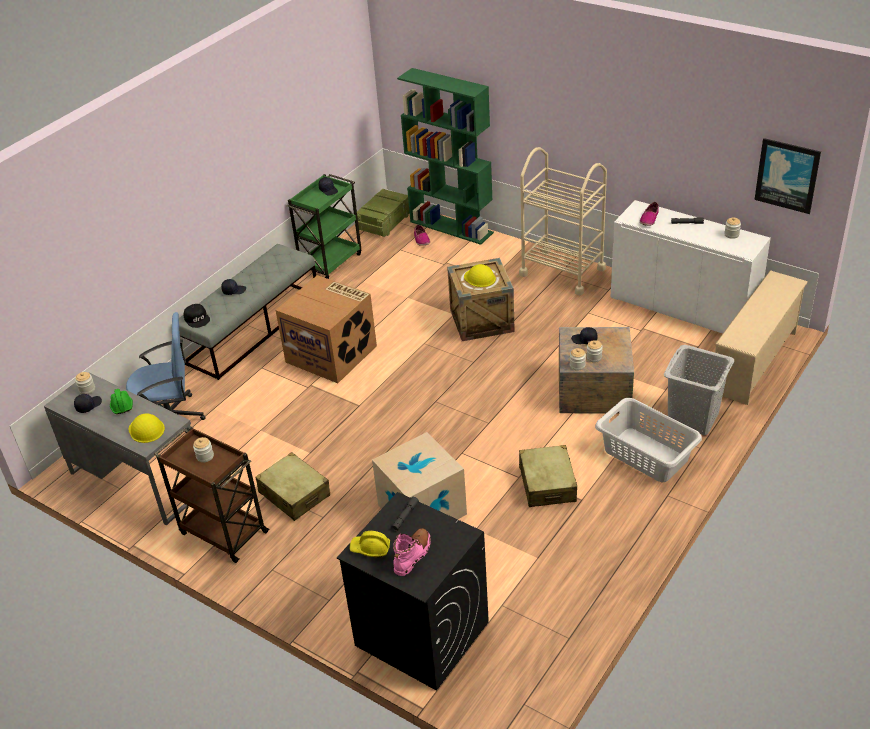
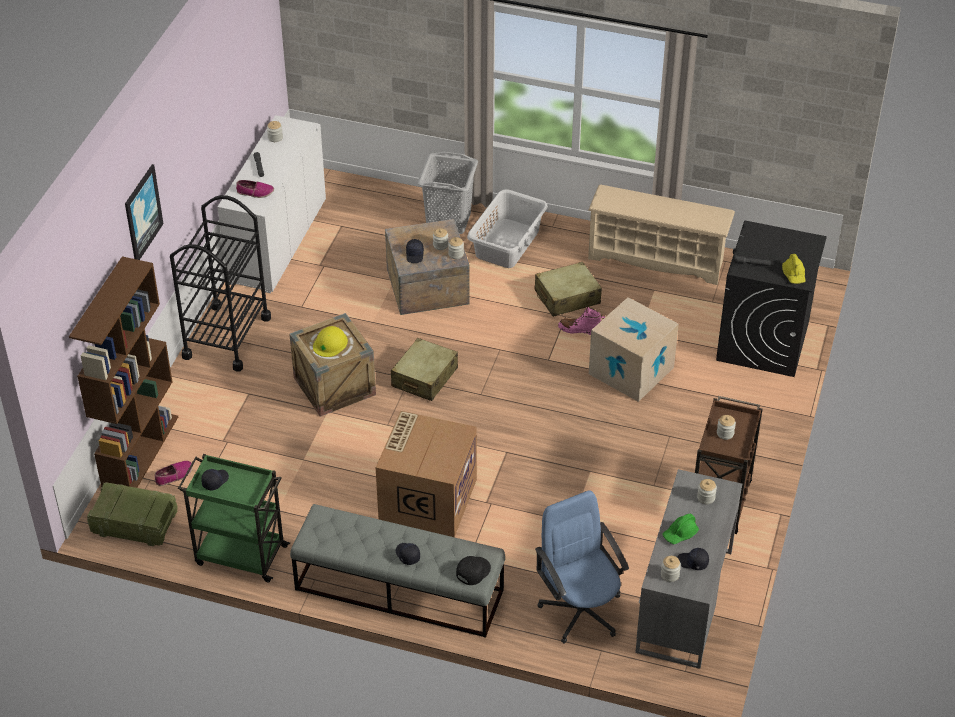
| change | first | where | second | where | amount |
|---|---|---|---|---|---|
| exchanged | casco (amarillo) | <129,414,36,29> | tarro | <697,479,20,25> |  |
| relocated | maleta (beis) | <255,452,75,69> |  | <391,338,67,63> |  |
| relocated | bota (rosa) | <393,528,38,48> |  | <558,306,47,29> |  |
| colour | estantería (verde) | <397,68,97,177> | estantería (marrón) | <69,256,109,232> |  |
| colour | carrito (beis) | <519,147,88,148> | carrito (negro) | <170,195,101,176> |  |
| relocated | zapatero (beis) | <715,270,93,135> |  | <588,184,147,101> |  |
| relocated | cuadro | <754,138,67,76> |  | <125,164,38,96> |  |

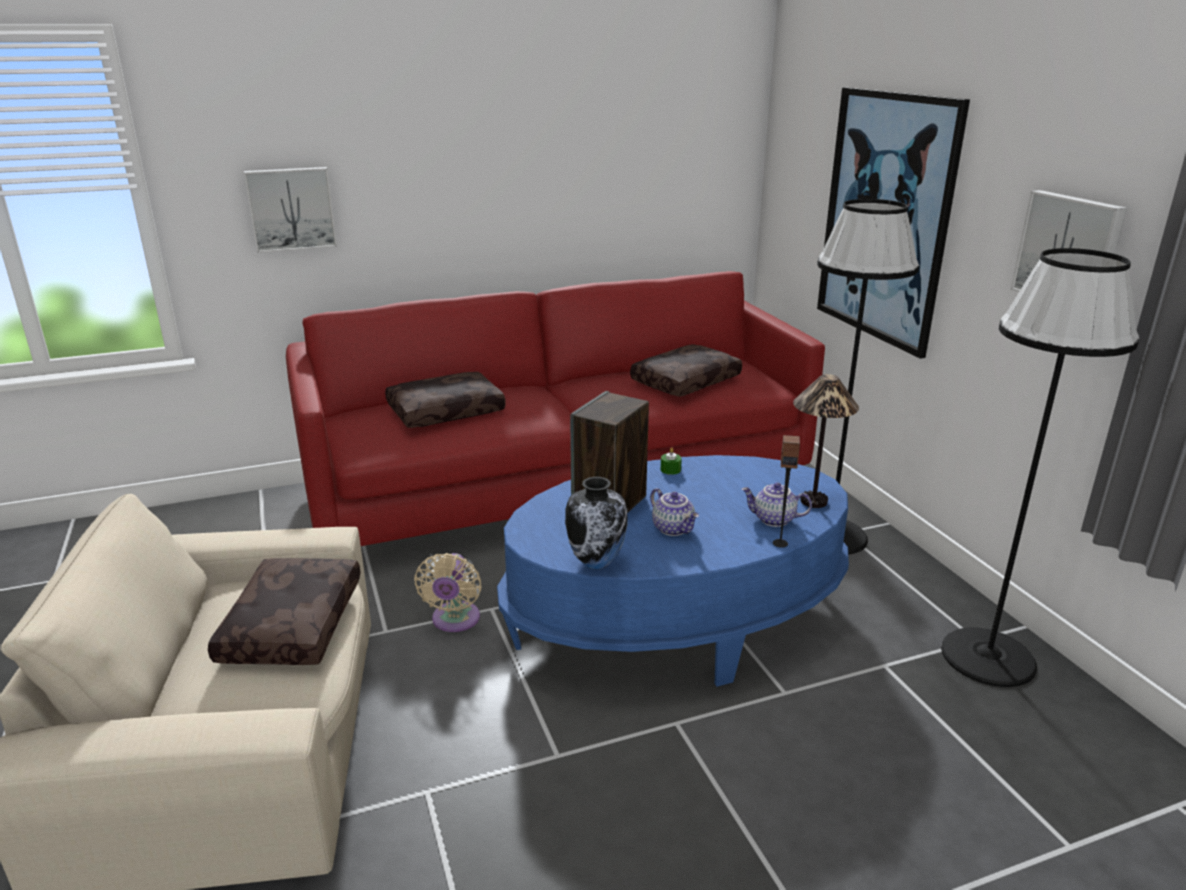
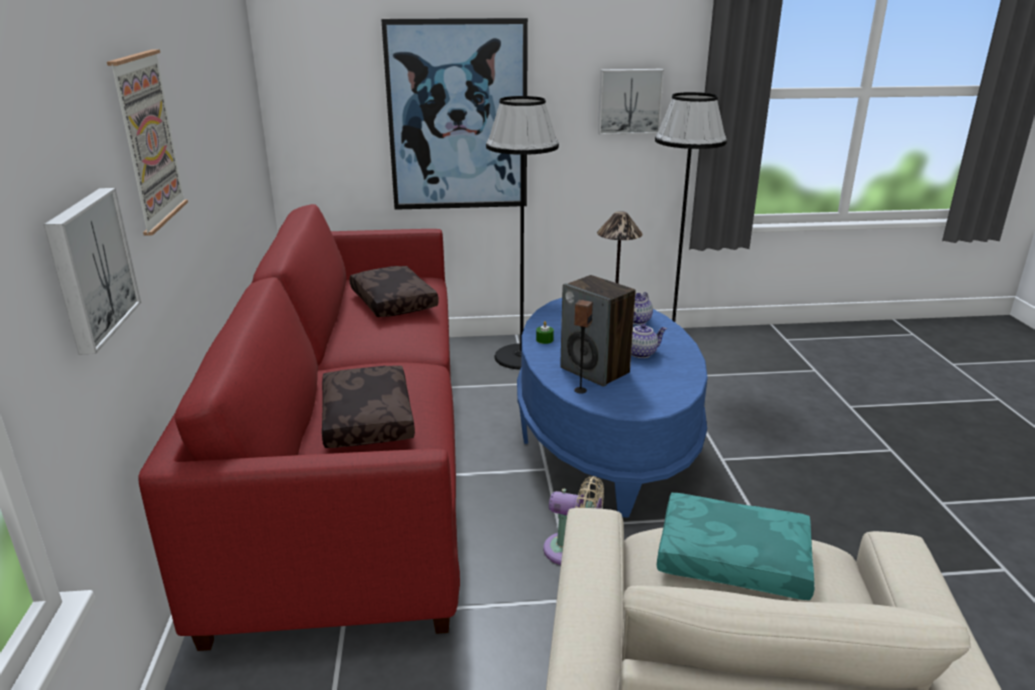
| change | first | where | second | where | amount |
|---|---|---|---|---|---|
| colour | cojín (marrón) | <208,558,152,107> | cojín (turquesa) | <657,493,158,107> |  |
| missing | florero | <565,477,63,92> |  |  |  |
| relocated | altavoz | <773,435,27,113> |  | <574,300,19,94> |  |
| appeared |  |  | cuadro | <107,49,81,187> |  |

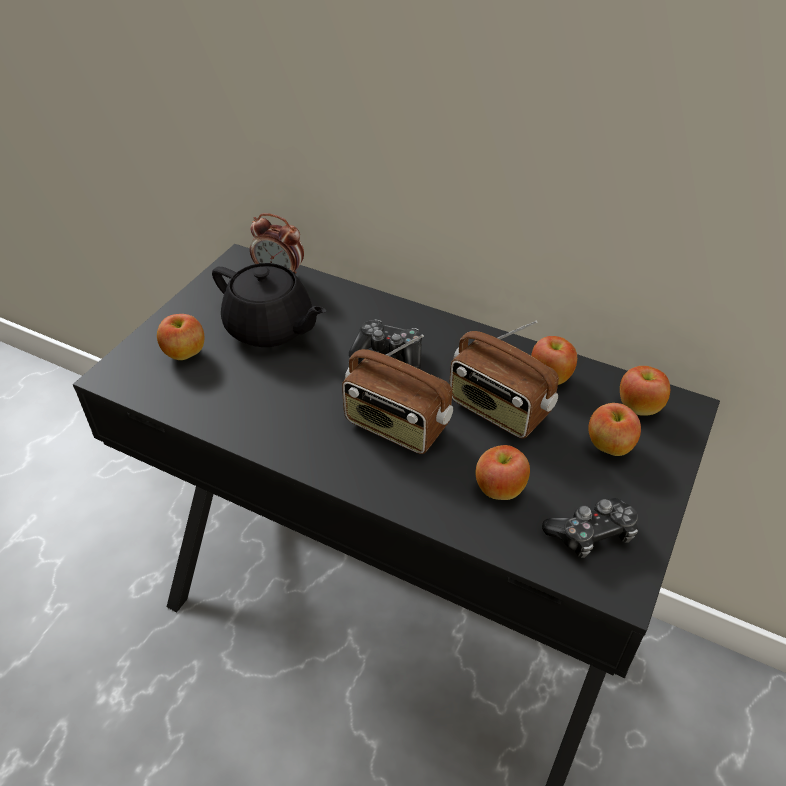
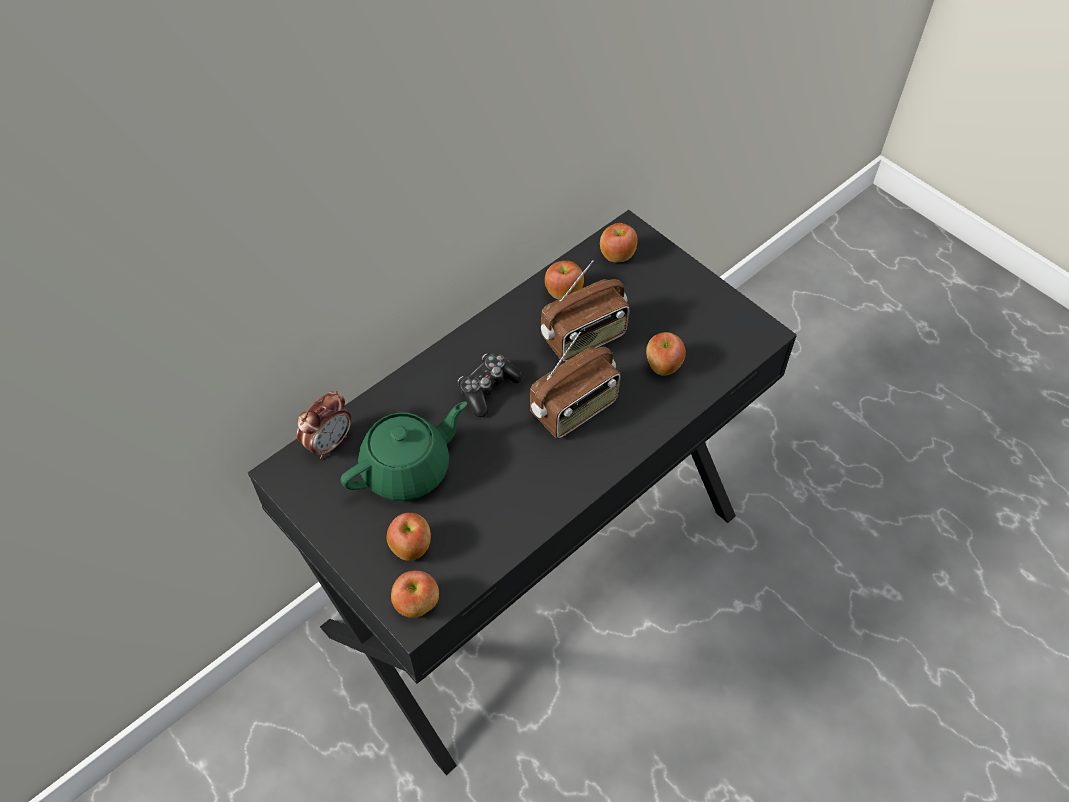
| change | first | where | second | where | amount |
|---|---|---|---|---|---|
| colour | tetera (negro) | <212,263,114,84> | tetera (verde) | <341,402,126,99> |  |
| missing | mando de consola | <542,498,96,60> |  |  |  |
| relocated | manzana | <588,403,53,53> |  | <391,570,48,48> |  |

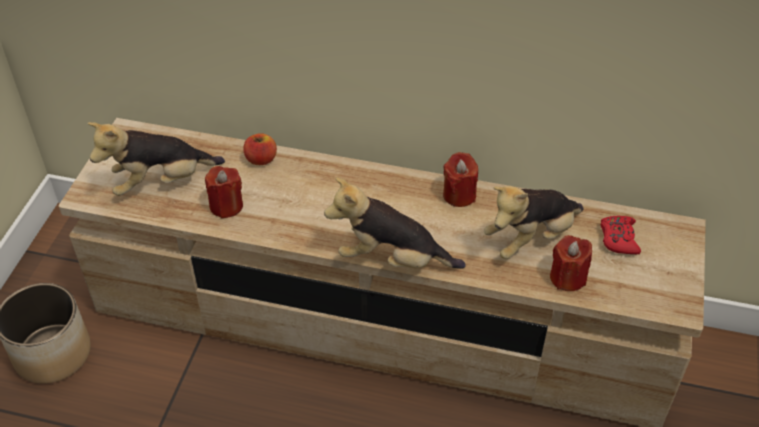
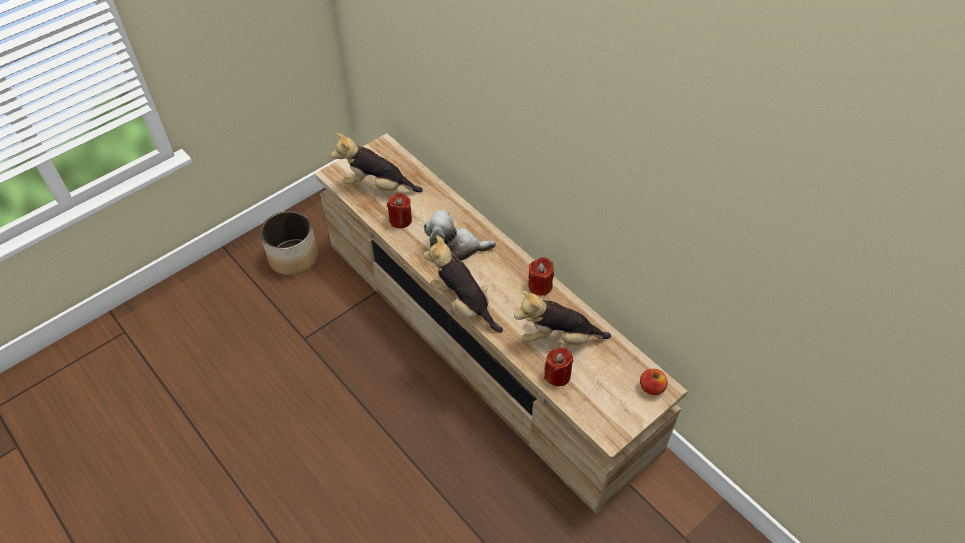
| change | first | where | second | where | amount |
|---|---|---|---|---|---|
| relocated | manzana | <243,133,34,32> |  | <640,369,28,26> |  |
| missing | mando de consola (rojo) | <601,216,40,38> |  |  |  |
| appeared |  |  | peluche | <424,210,72,51> |  |

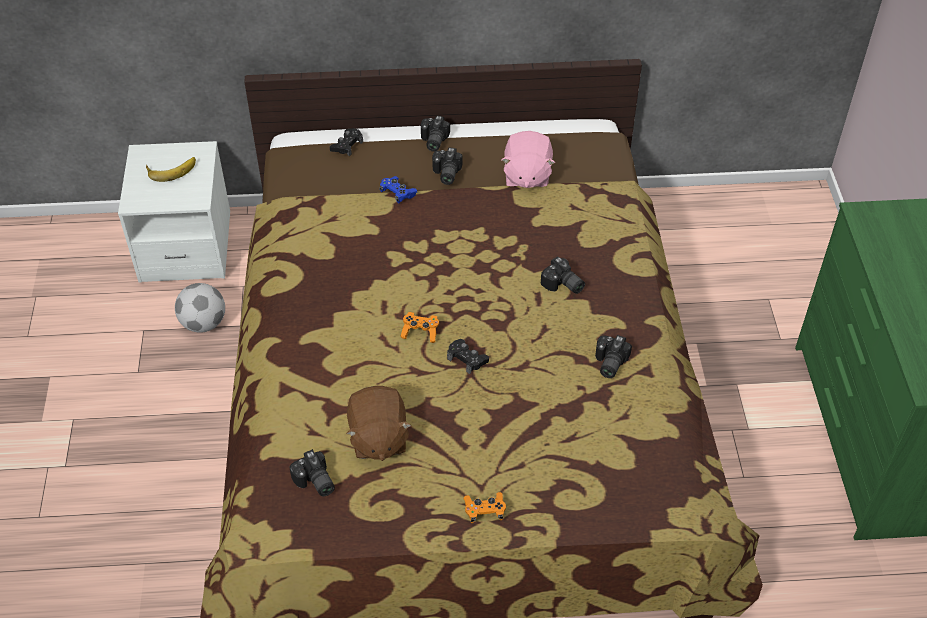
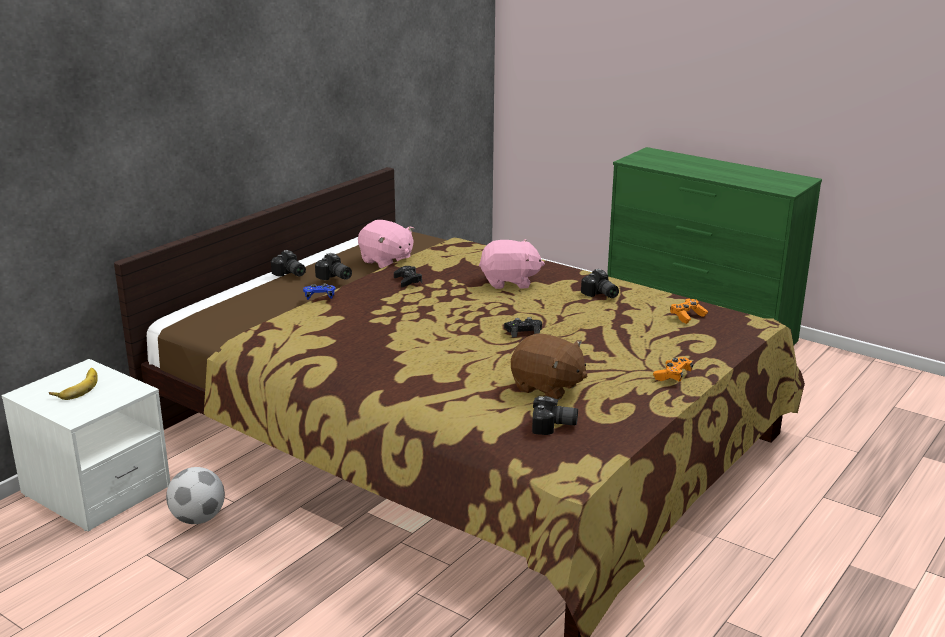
| change | first | where | second | where | amount |
|---|---|---|---|---|---|
| relocated | mando de consola (negro) | <330,128,33,29> |  | <394,266,28,21> |  |
| relocated | mando de consola (naranja) | <400,312,39,31> |  | <670,299,38,25> |  |
| exchanged | cámara | <541,256,44,38> | peluche (rosa) | <479,239,66,50> |  |

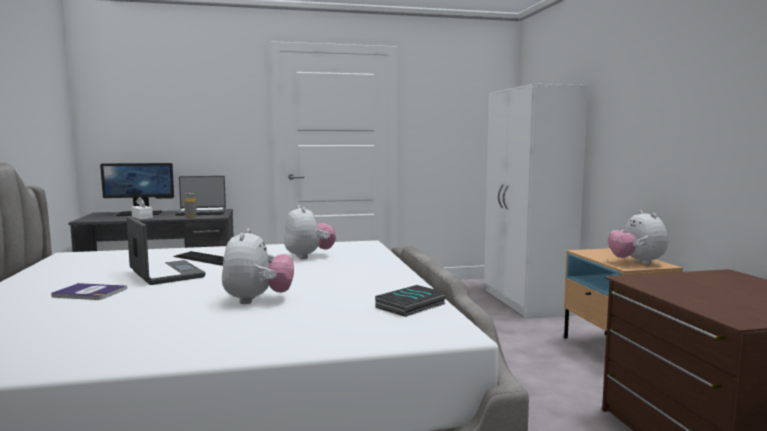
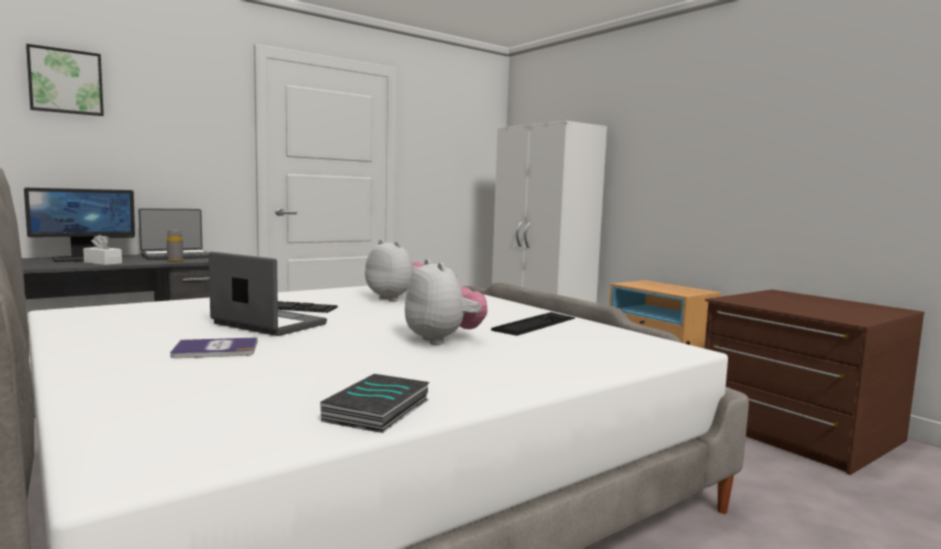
| change | first | where | second | where | amount |
|---|---|---|---|---|---|
| relocated | libro | <375,285,72,32> |  | <320,374,110,59> |  |
| missing | peluche | <608,210,60,55> |  |  |  |
| appeared |  |  | cuadro | <26,44,78,72> |  |
| appeared |  |  | teclado | <491,312,84,24> |  |

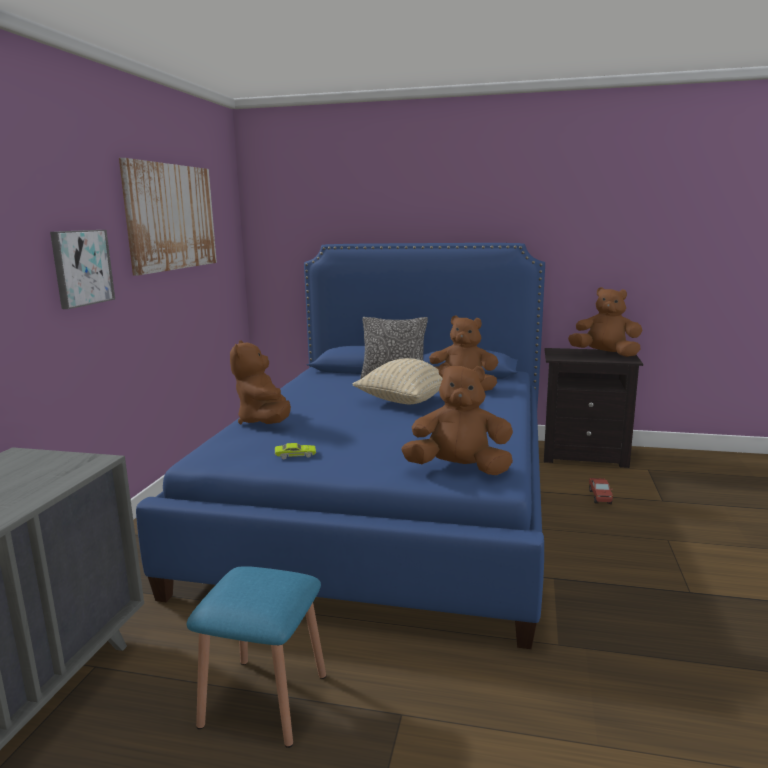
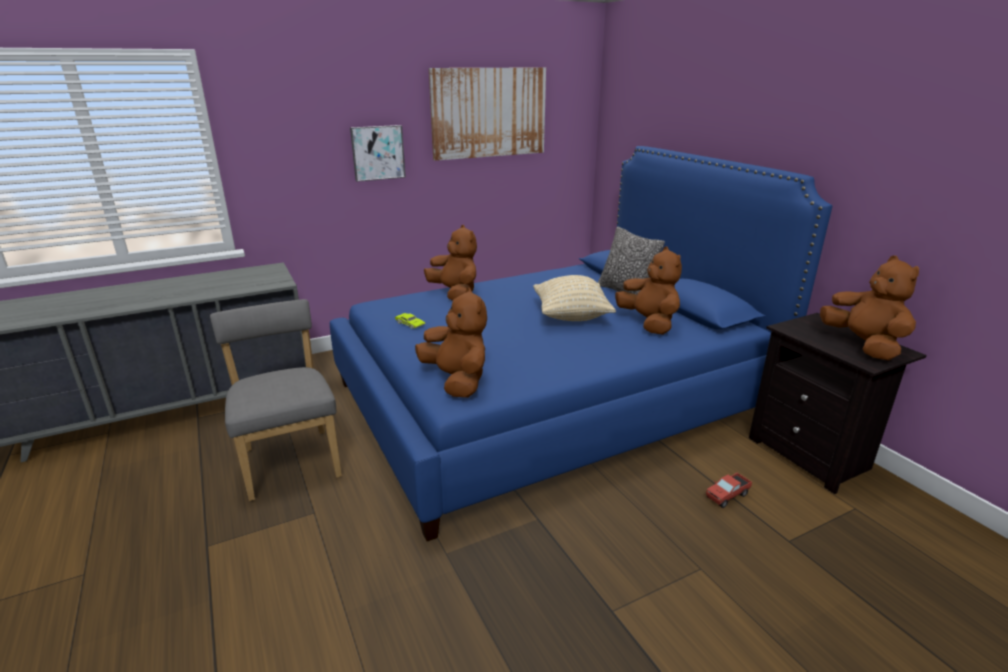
| change | first | where | second | where | amount |
|---|---|---|---|---|---|
| exchanged | taburete (azul) | <187,566,139,182> | silla (gris) | <210,299,132,202> |  |
| spun | peluche (marrón) | <230,340,61,84> |  | <424,225,53,76> | 105 degrees clockwise |

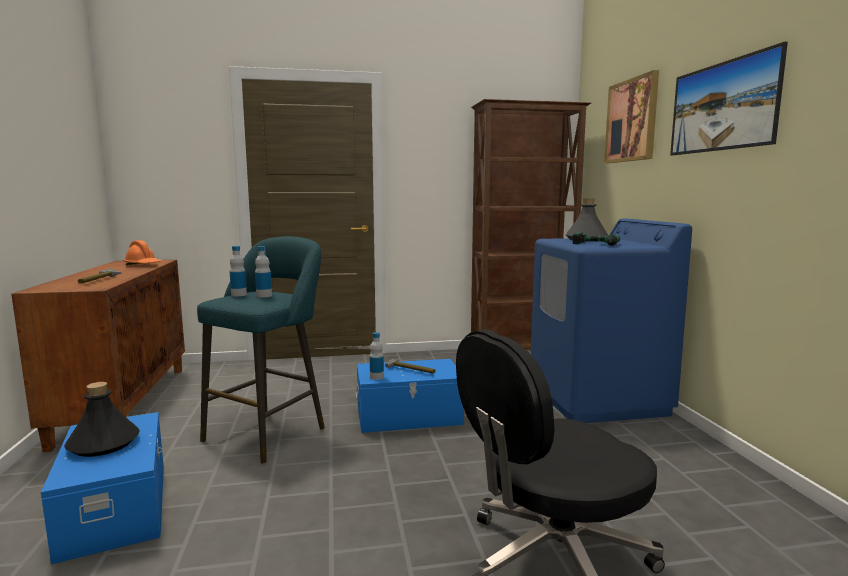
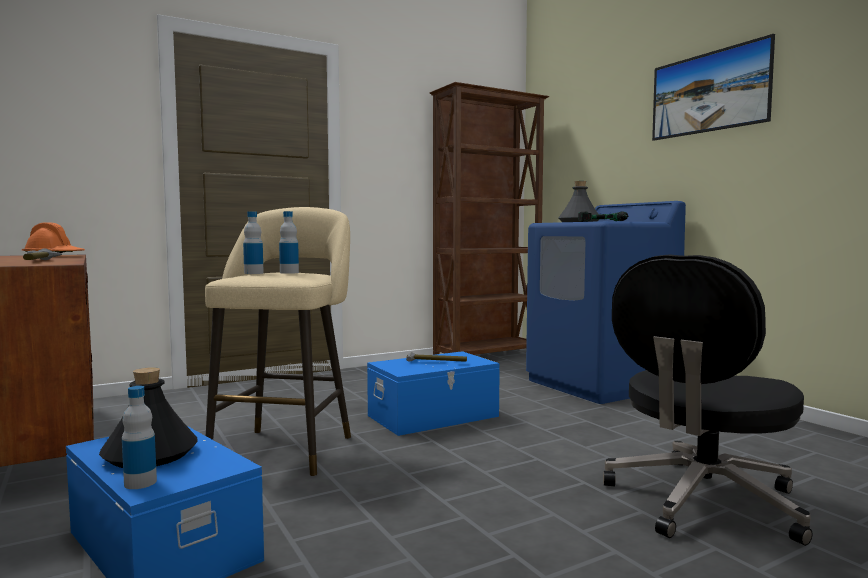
| change | first | where | second | where | amount |
|---|---|---|---|---|---|
| colour | taburete (turquesa) | <197,236,128,227> | taburete (beis) | <205,207,146,269> |  |
| relocated | botella | <370,332,14,48> |  | <122,386,35,103> |  |
| missing | cuadro | <604,70,55,93> |  |  |  |

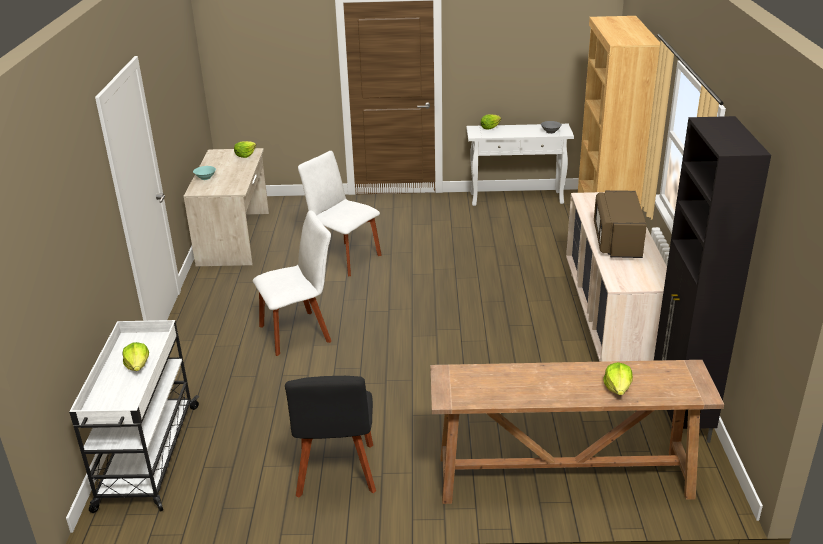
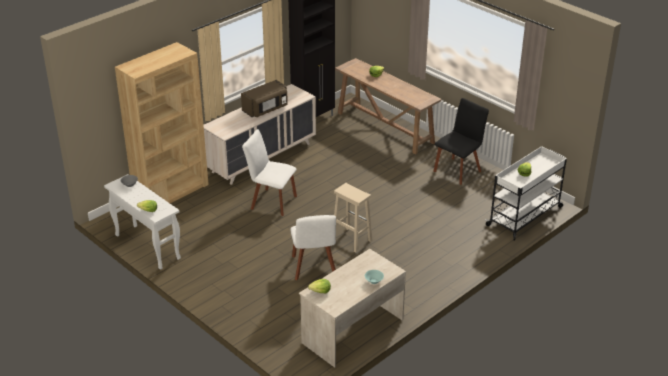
| change | first | where | second | where | amount |
|---|---|---|---|---|---|
| relocated | silla (blanco) | <253,210,78,146> |  | <242,129,55,87> |  |
| appeared |  |  | taburete (beis) | <334,183,38,69> |  |

